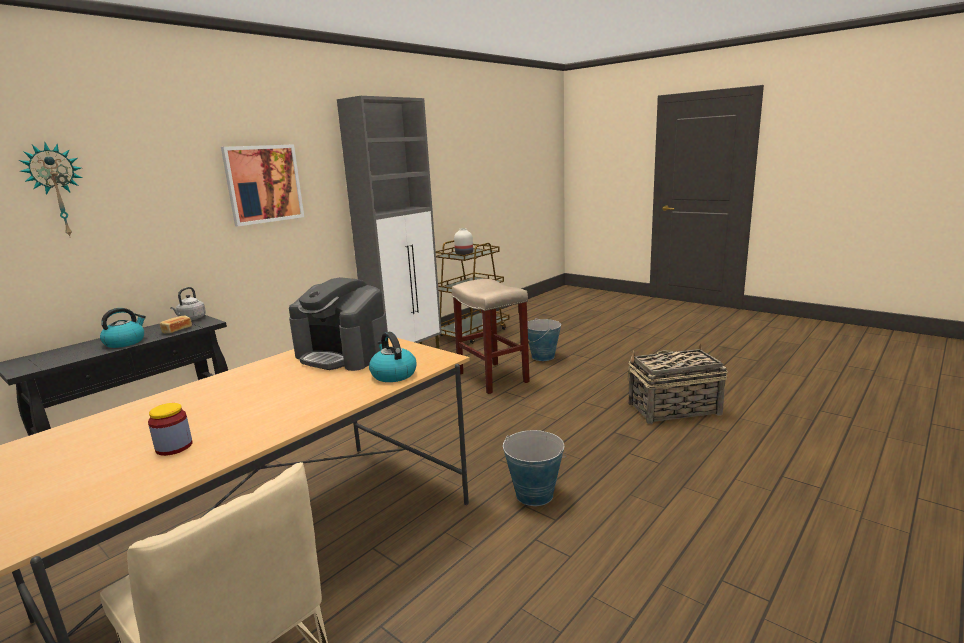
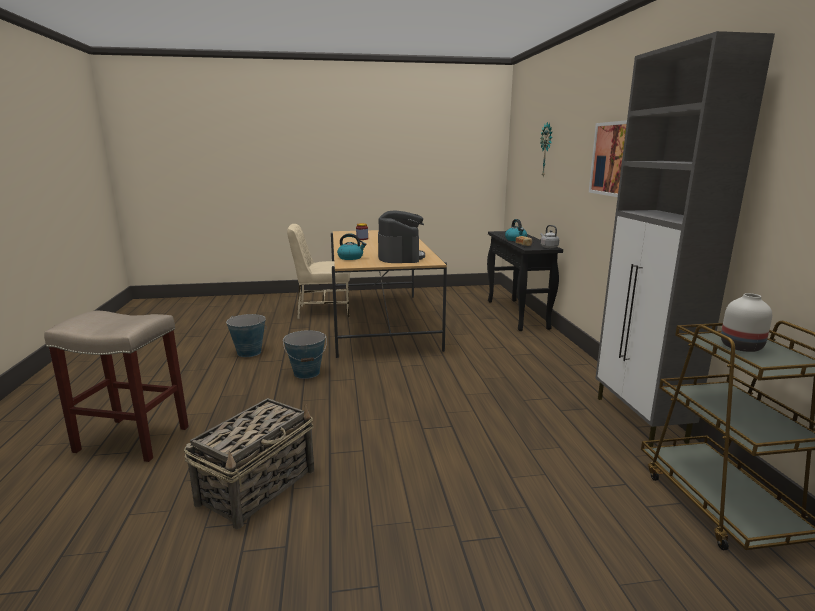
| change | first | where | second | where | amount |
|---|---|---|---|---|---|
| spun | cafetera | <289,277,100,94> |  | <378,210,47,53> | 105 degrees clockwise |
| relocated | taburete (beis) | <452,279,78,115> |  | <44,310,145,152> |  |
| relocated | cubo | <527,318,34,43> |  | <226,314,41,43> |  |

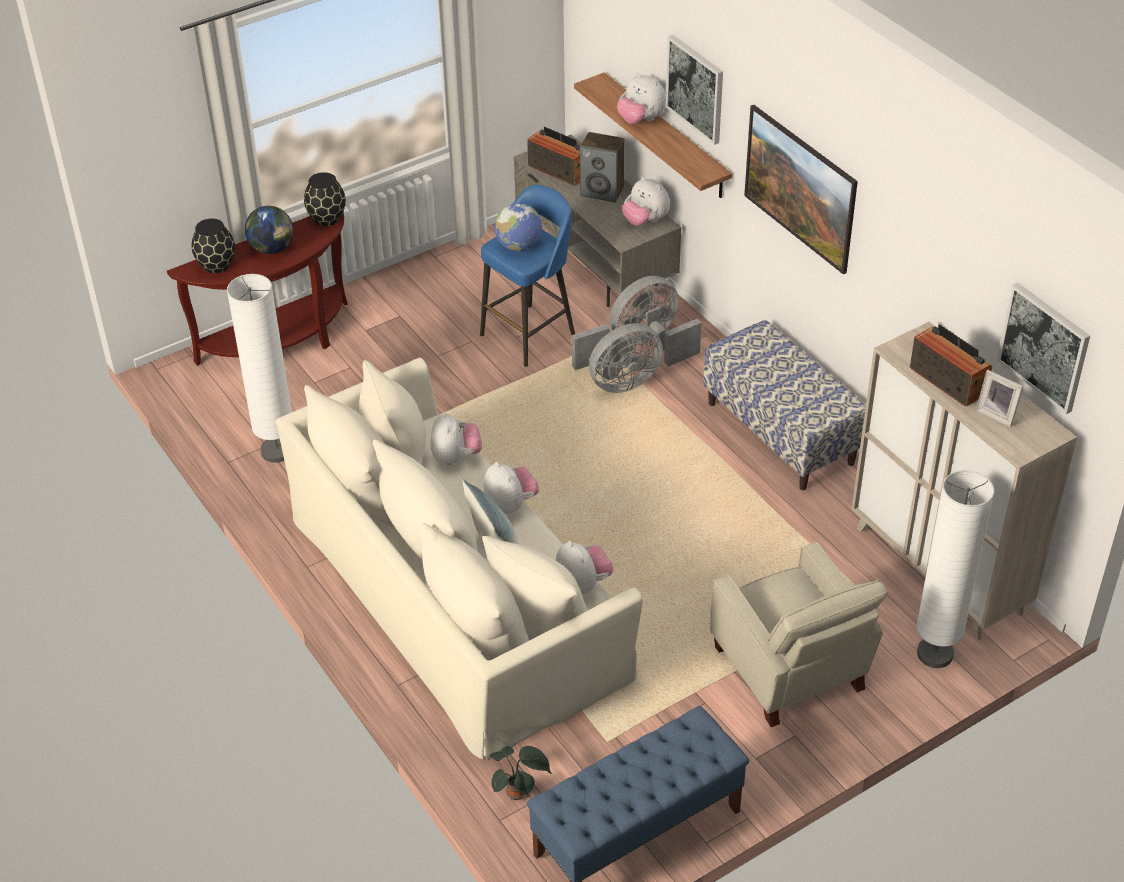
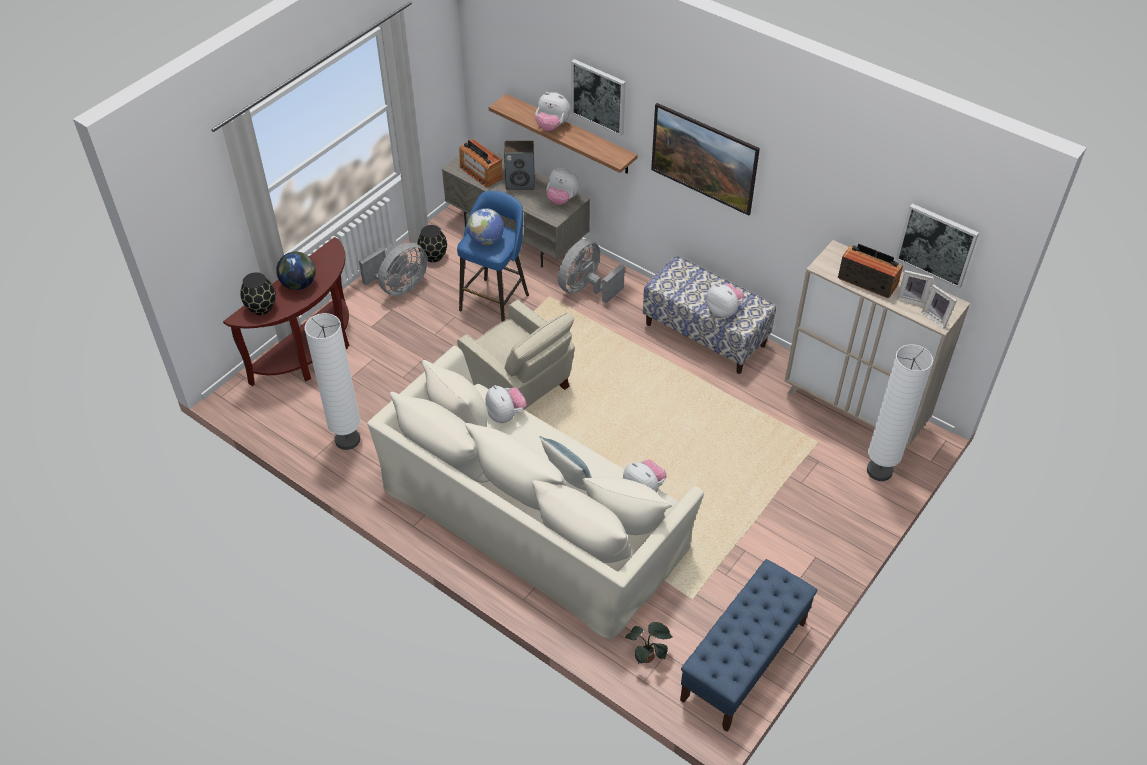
| change | first | where | second | where | amount |
|---|---|---|---|---|---|
| relocated | florero (negro) | <304,172,42,54> |  | <418,225,29,37> |  |
| relocated | peluche | <484,462,55,52> |  | <706,283,38,35> |  |
| spun | radio | <527,127,53,59> |  | <459,139,44,48> | 150 degrees counterclockwise |
| relocated | ventilador (gris) | <572,323,91,70> |  | <359,243,69,53> |  |
| relocated | sillón (beis) | <710,542,178,185> |  | <457,300,118,110> |  |
| appeared |  |  | portarretratos | <921,284,36,44> |  |

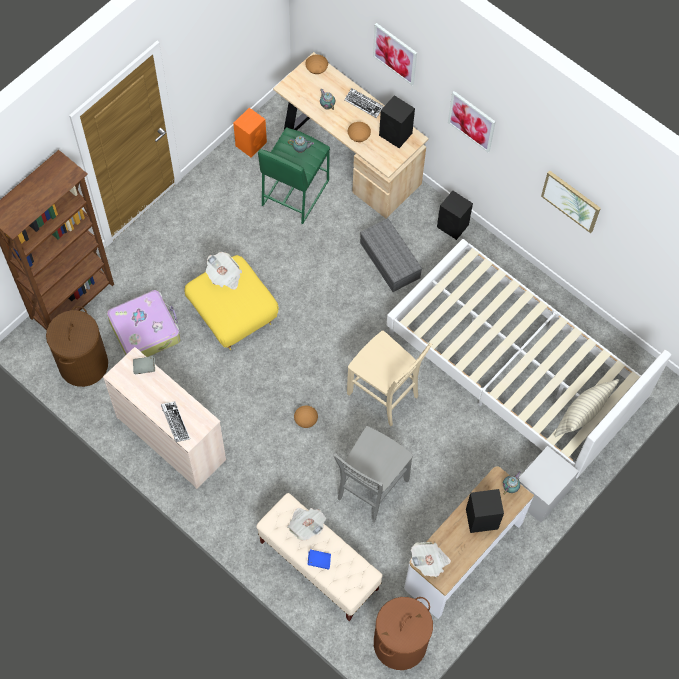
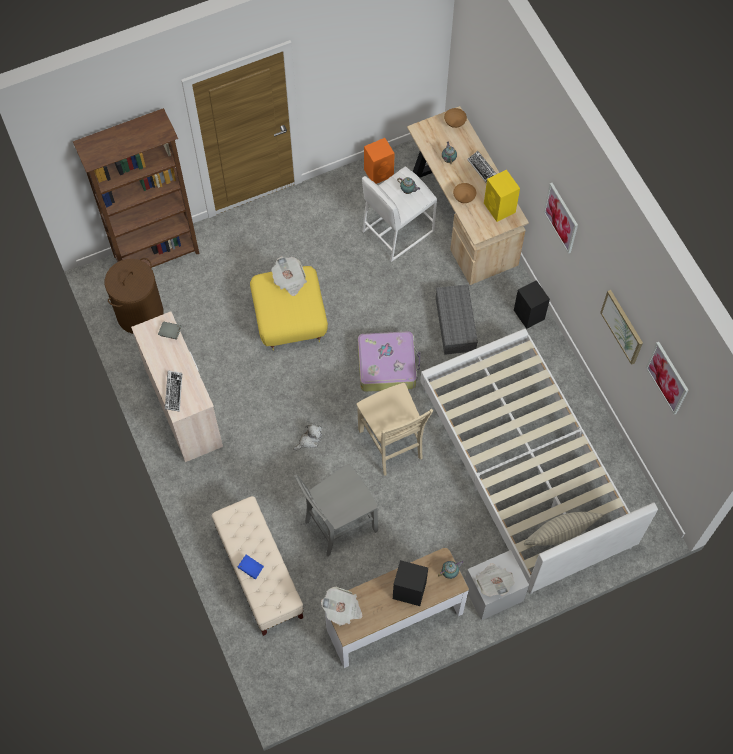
| change | first | where | second | where | amount |
|---|---|---|---|---|---|
| relocated | maleta | <107,290,74,67> |  | <358,331,63,61> |  |
| colour | taburete (verde) | <258,127,72,97> | taburete (blanco) | <362,166,75,96> |  |
| relocated | periódico | <287,508,39,32> |  | <475,563,40,33> |  |
| exchanged | cuenco (marrón) | <294,406,24,22> | peluche | <293,423,29,27> |  |
| relocated | cuadro | <373,23,44,63> |  | <646,342,42,73> |  |
| missing | cesto de la ropa (marrón) | <374,597,59,73> |  |  |  |
| colour | altavoz (negro) | <379,95,36,53> | altavoz (amarillo) | <484,170,36,52> |  |

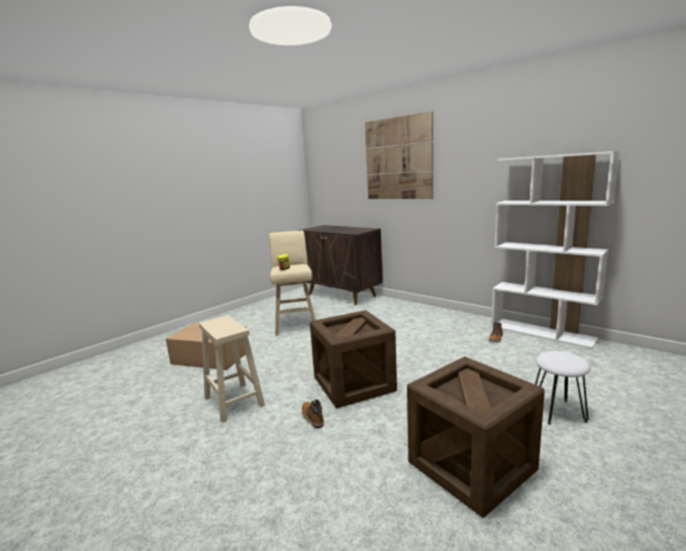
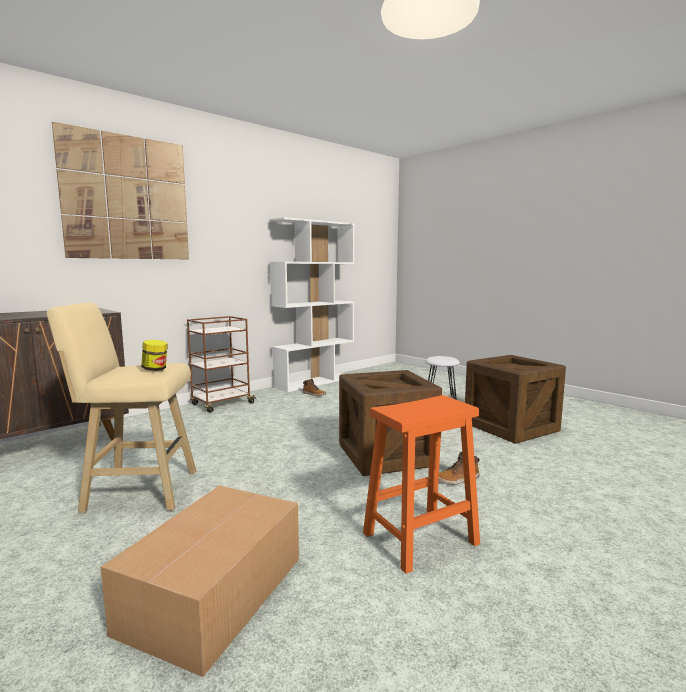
| change | first | where | second | where | amount |
|---|---|---|---|---|---|
| colour | taburete (beis) | <199,315,66,108> | taburete (naranja) | <363,395,117,179> |  |
| appeared |  |  | carrito (marrón) | <187,316,69,97> |  |

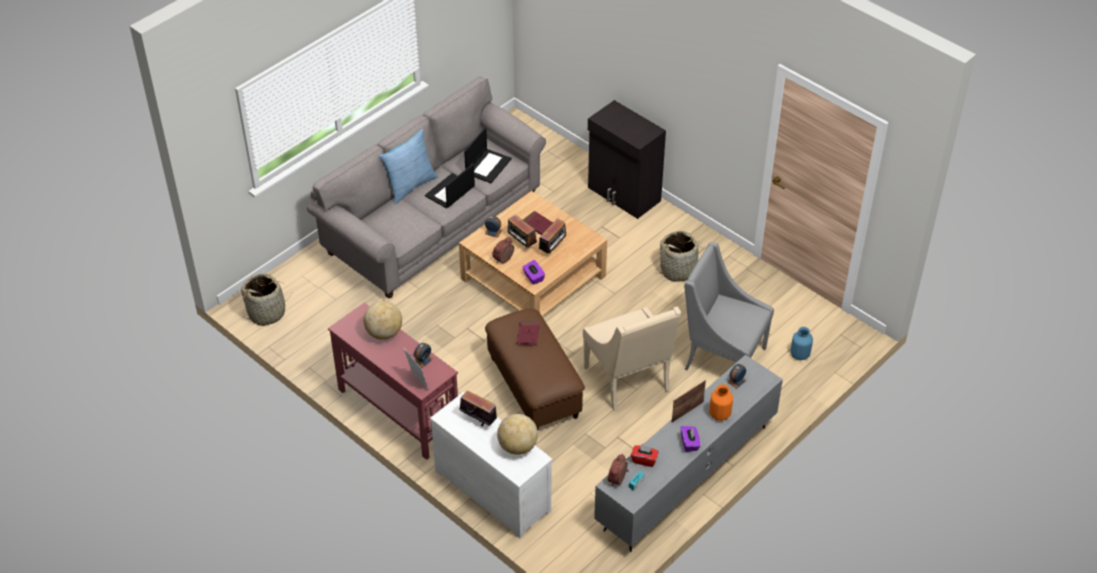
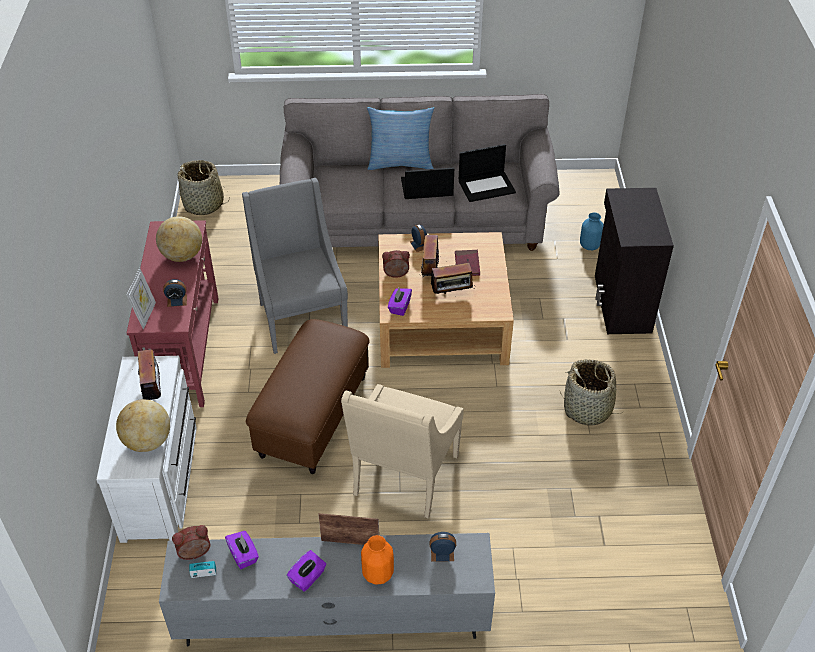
| change | first | where | second | where | amount |
|---|---|---|---|---|---|
| missing | libro (rojo) | <517,320,23,26> |  |  |  |
| colour | caja de pañuelos (rojo) | <631,445,28,22> | caja de pañuelos (morado) | <225,531,34,38> |  |
| relocated | sillón (gris) | <684,242,90,128> |  | <242,178,106,176> |  |
| relocated | florero (azul) | <790,327,23,33> |  | <580,213,24,37> |  |

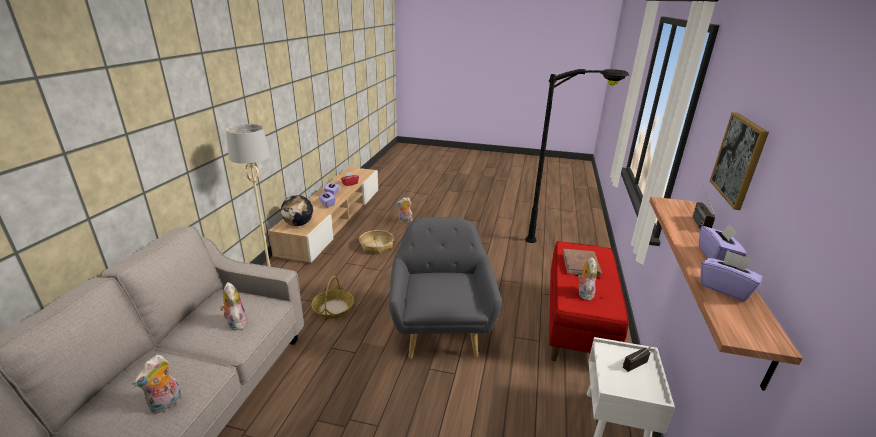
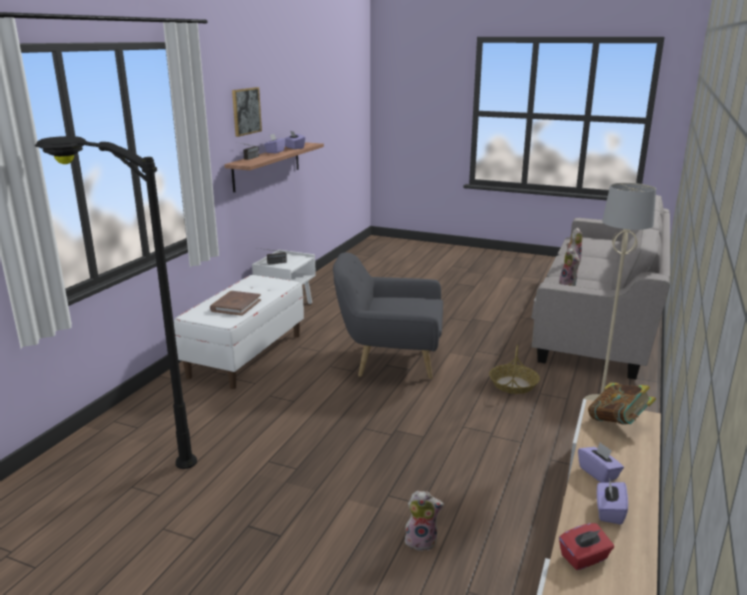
| change | first | where | second | where | amount |
|---|---|---|---|---|---|
| exchanged | globo terráqueo | <281,195,32,31> | libro | <588,382,68,43> |  |
| missing | cesta | <359,230,35,24> |  |  |  |
| spun | sillón (gris) | <389,217,113,142> |  | <333,252,110,127> | 90 degrees clockwise |
| colour | banco (rojo) | <549,241,80,120> | banco (blanco) | <174,275,130,114> |  |
| missing | peluche | <578,257,19,44> |  |  |  |

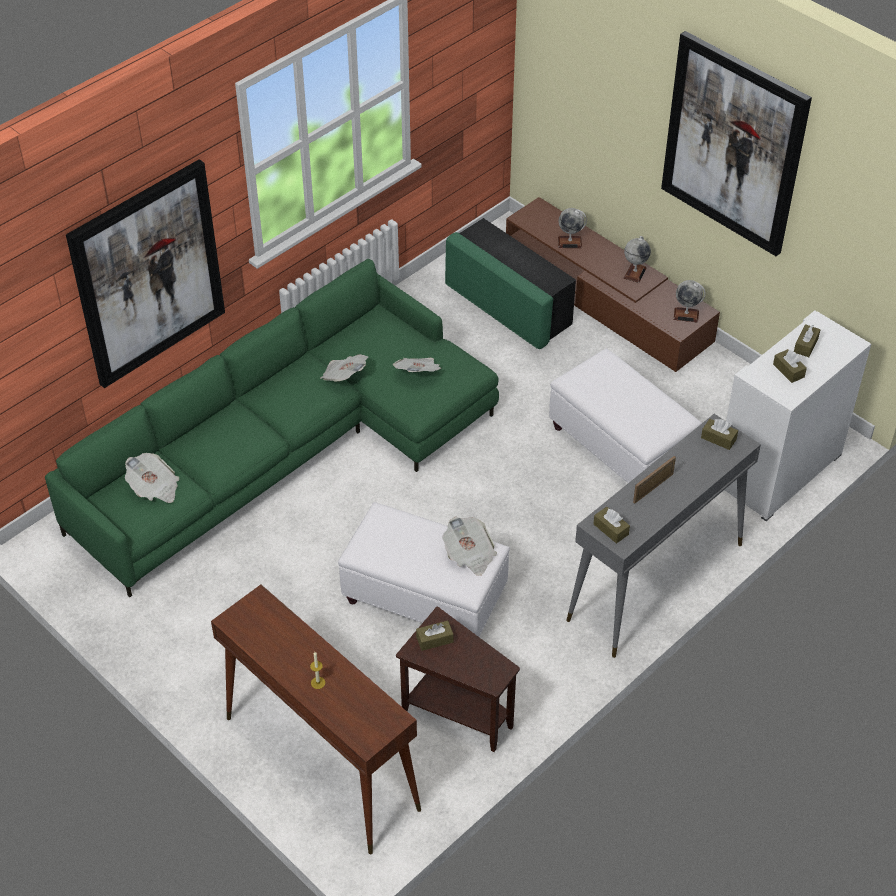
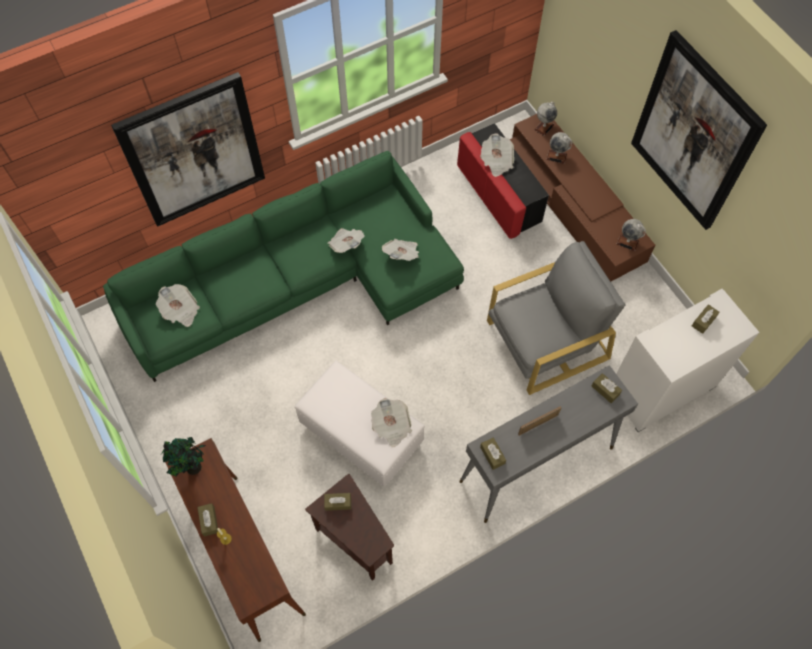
| change | first | where | second | where | amount |
|---|---|---|---|---|---|
| colour | puf (verde) | <445,218,131,131> | puf (rojo) | <457,123,92,116> |  |
| exchanged | puf (blanco) | <549,348,153,135> | sillón (gris) | <487,241,139,154> |  |
| relocated | globo terráqueo | <624,236,27,47> |  | <534,102,23,34> |  |
| relocated | caja de pañuelos (marrón) | <773,349,34,34> |  | <197,503,21,34> |  |
| appeared |  |  | planta en maceta | <161,437,45,40> |  |
| appeared |  |  | periódico | <480,134,34,43> |  |

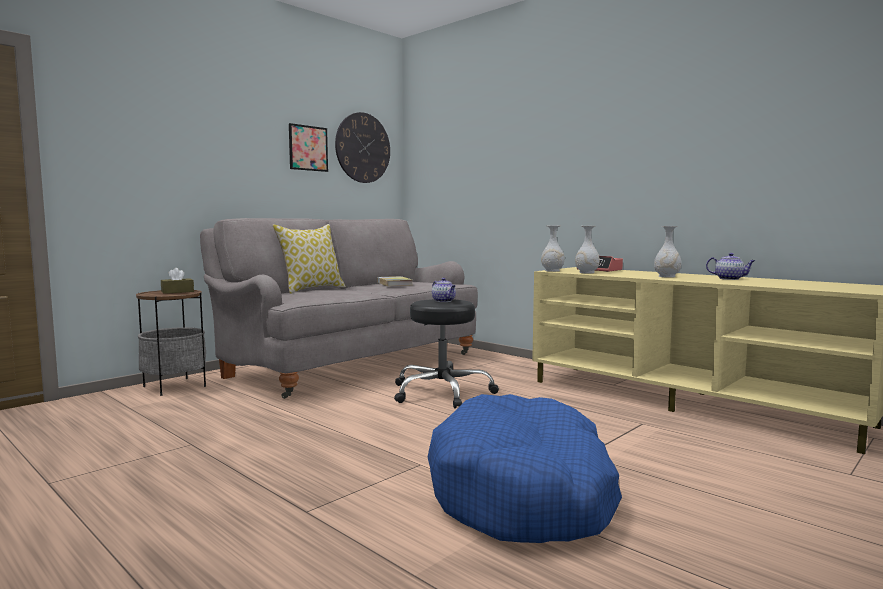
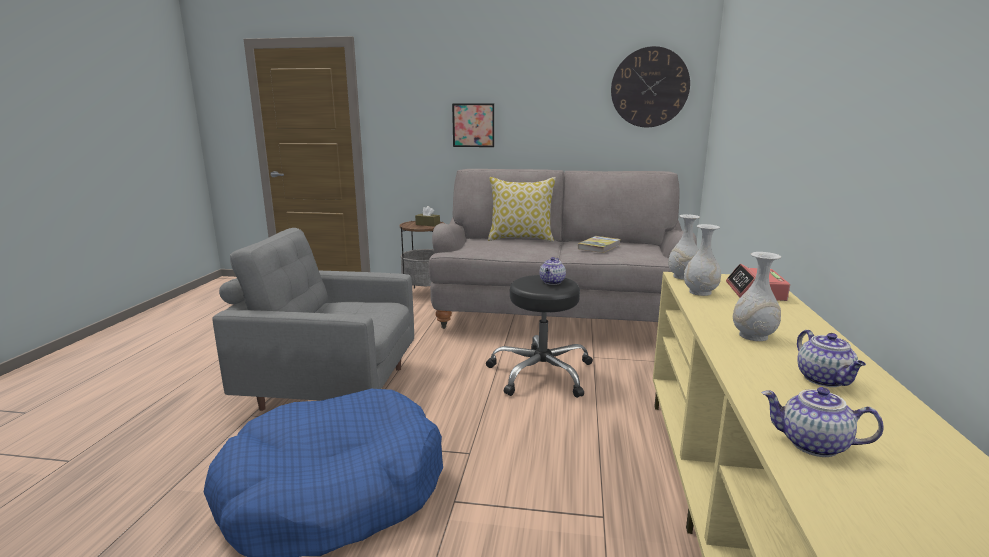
| change | first | where | second | where | amount |
|---|---|---|---|---|---|
| relocated | cuadro | <289,123,39,49> |  | <452,103,42,44> |  |
| appeared |  |  | sillón (gris) | <212,228,202,183> |  |
| appeared |  |  | tetera | <761,387,123,70> |  |

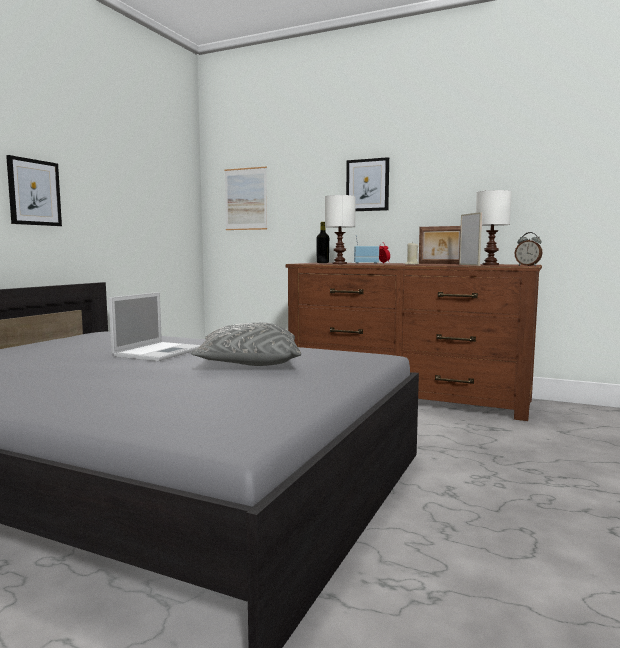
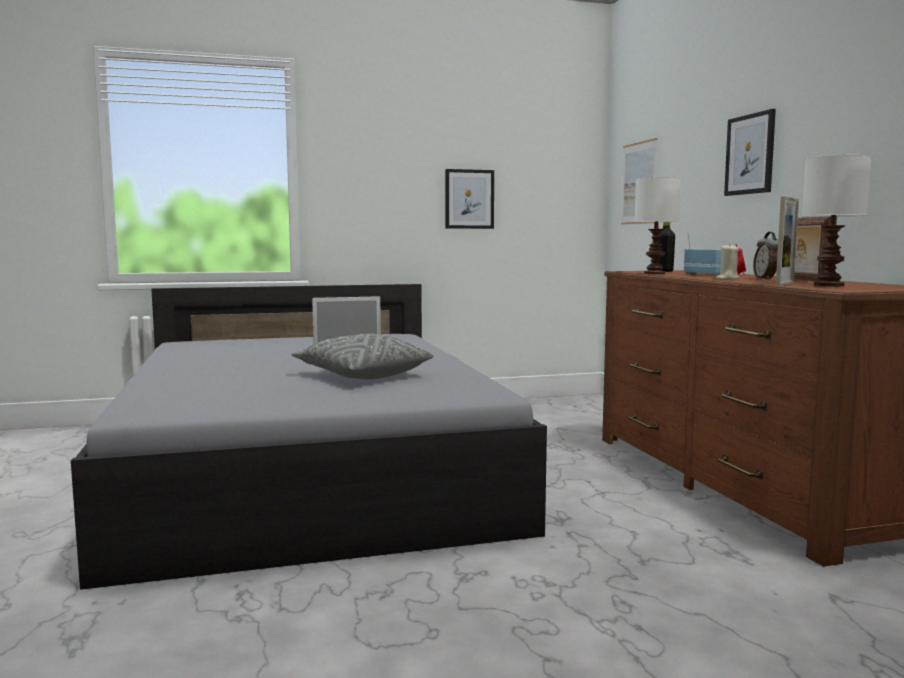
| change | first | where | second | where | amount |
|---|---|---|---|---|---|
| relocated | cuadro | <6,155,56,71> |  | <445,169,49,60> |  |
| relocated | despertador | <515,232,28,34> |  | <753,232,25,48> |  |

